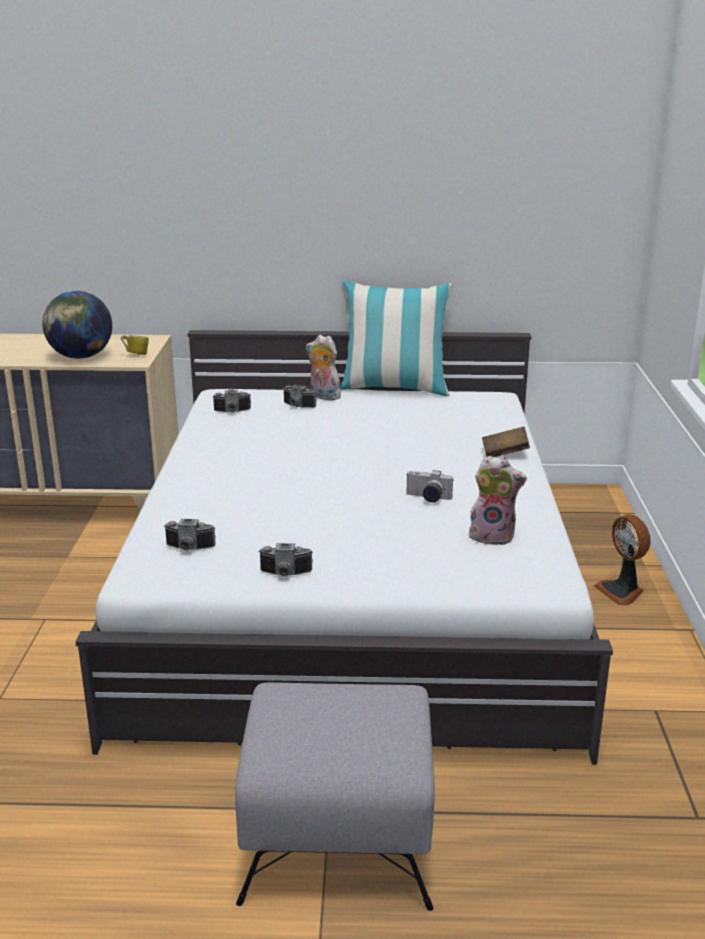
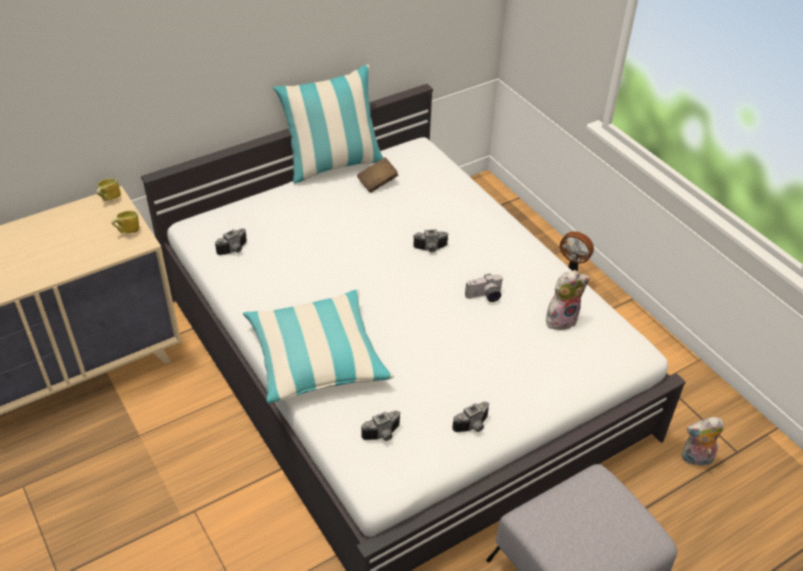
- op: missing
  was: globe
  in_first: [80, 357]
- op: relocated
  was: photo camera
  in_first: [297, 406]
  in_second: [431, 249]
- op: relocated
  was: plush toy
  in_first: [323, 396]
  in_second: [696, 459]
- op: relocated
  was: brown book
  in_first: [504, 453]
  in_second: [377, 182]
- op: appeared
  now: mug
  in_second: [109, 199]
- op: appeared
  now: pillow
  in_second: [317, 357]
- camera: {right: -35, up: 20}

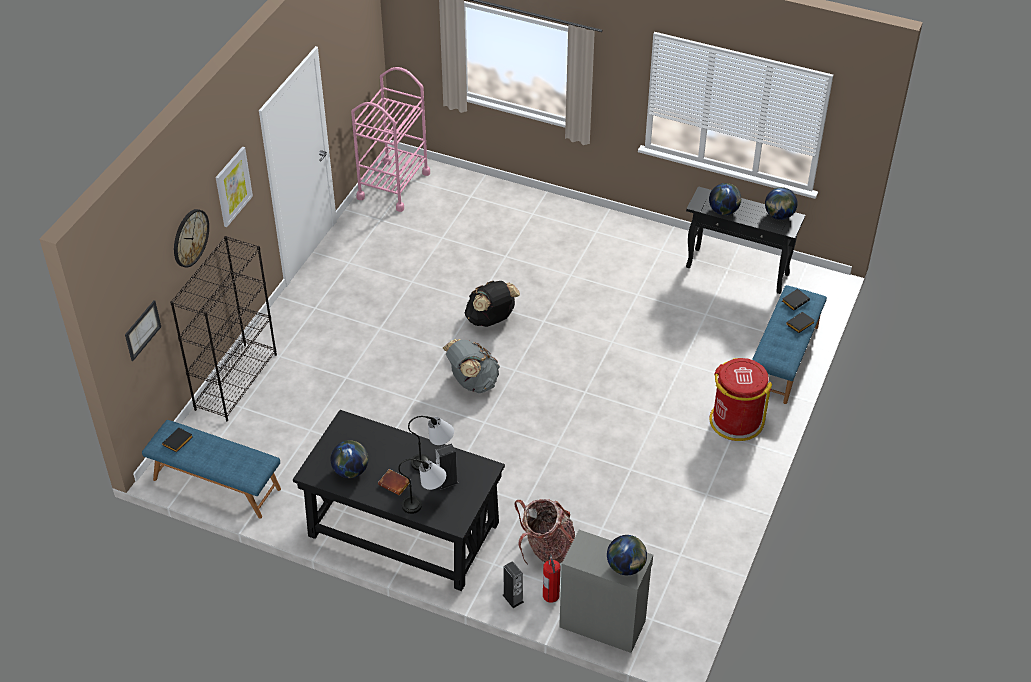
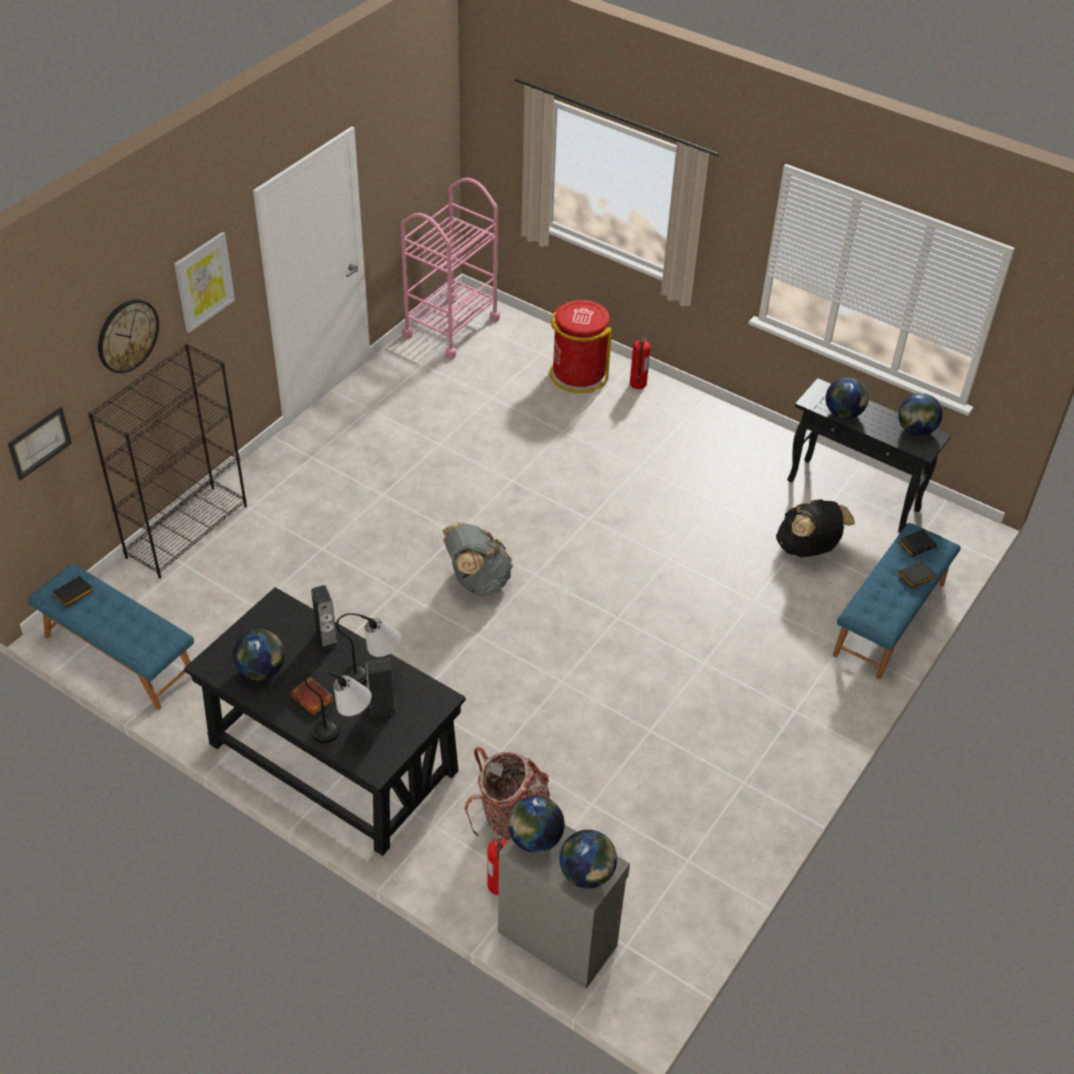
- op: relocated
  was: black backpack
  in_first: [491, 320]
  in_second: [808, 549]
- op: relocated
  was: speaker
  in_first: [513, 598]
  in_second: [326, 638]
- op: relocated
  was: red trash can
  in_first: [736, 421]
  in_second: [578, 374]
- op: appeared
  now: globe
  in_second: [535, 839]
- op: appeared
  now: fire extinguisher
  in_second: [638, 384]
- camera: {right: 10, up: 0}

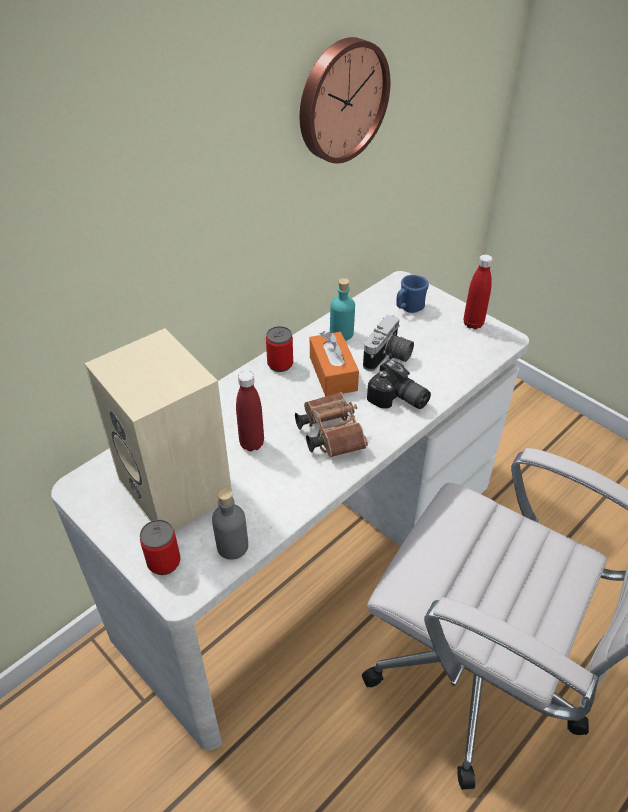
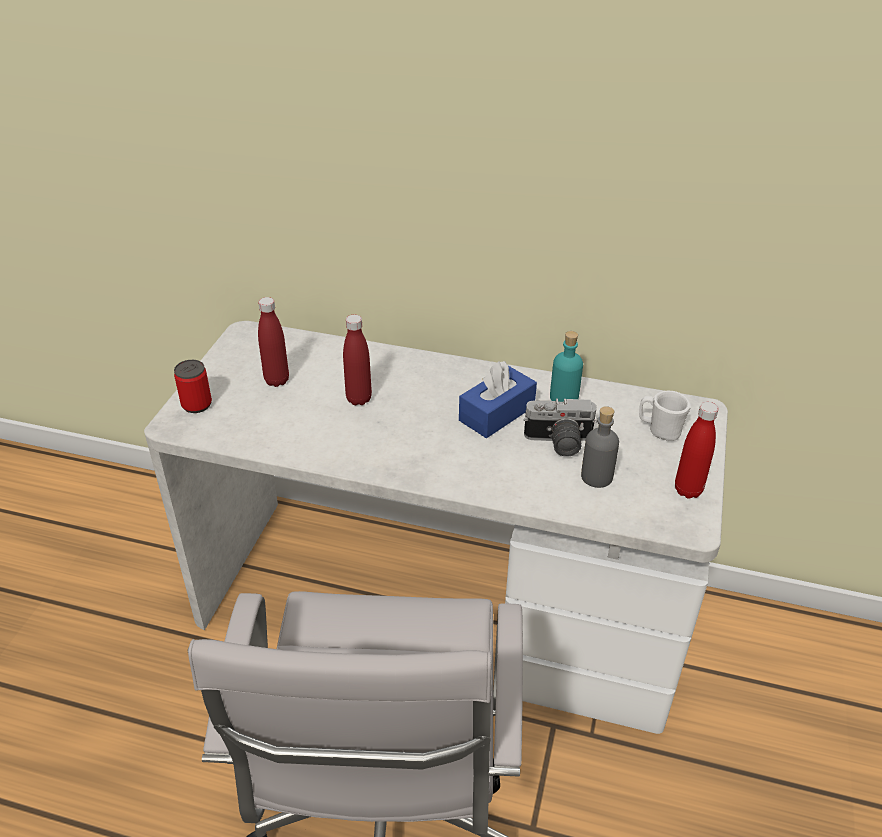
- op: exchanged
  was: beige speaker
  now: red bottle
  in_first: [178, 489]
  in_second: [277, 380]
- op: relocated
  was: grey bottle
  in_first: [232, 546]
  in_second: [596, 476]
- op: missing
  was: can
  in_first: [280, 364]
- op: missing
  was: brown binoculars
  in_first: [329, 433]
- op: missing
  was: wall clock
  in_first: [341, 100]
- op: colour
  was: orange tissue box
  now: blue tissue box
  in_first: [333, 373]
  in_second: [497, 413]
- op: missing
  was: photo camera
  in_first: [398, 400]
- op: colour
  was: blue mug
  now: white mug
  in_first: [409, 308]
  in_second: [659, 430]
- camera: {right: 60, up: -5}

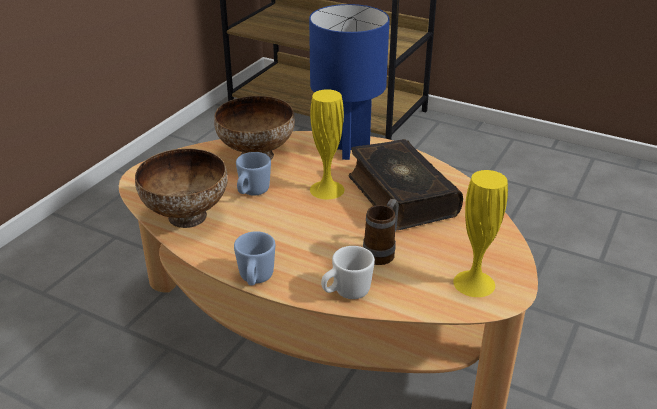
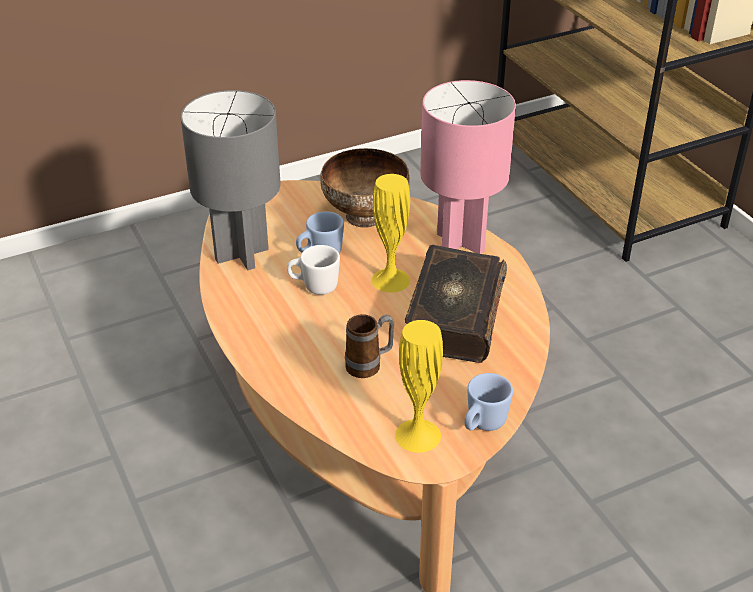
- op: exchanged
  was: bowl
  now: grey table lamp
  in_first: [186, 216]
  in_second: [242, 253]
- op: relocated
  was: blue mug
  in_first: [255, 280]
  in_second: [482, 424]
- op: colour
  was: blue table lamp
  now: pink table lamp
  in_first: [347, 148]
  in_second: [460, 243]
- op: relocated
  was: white mug
  in_first: [346, 293]
  in_second: [314, 286]
- camera: {right: 35, up: 5}

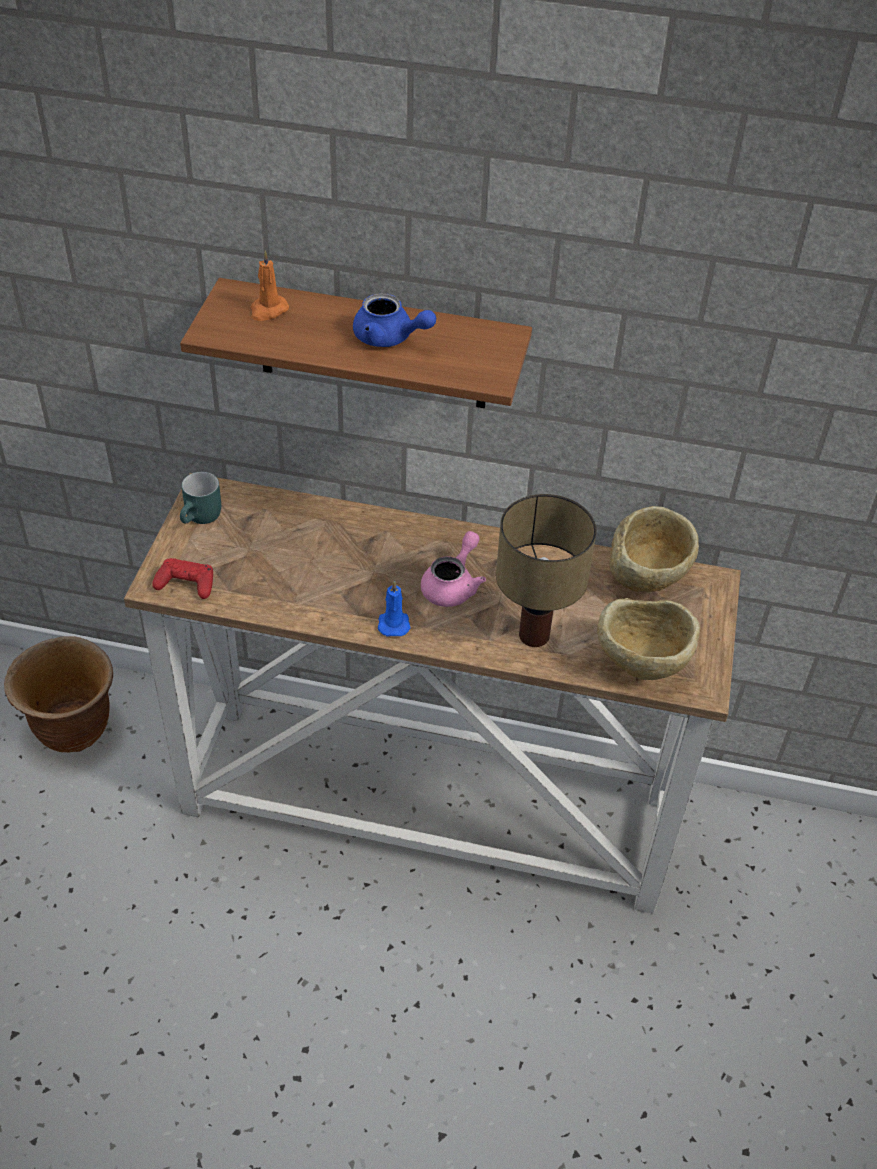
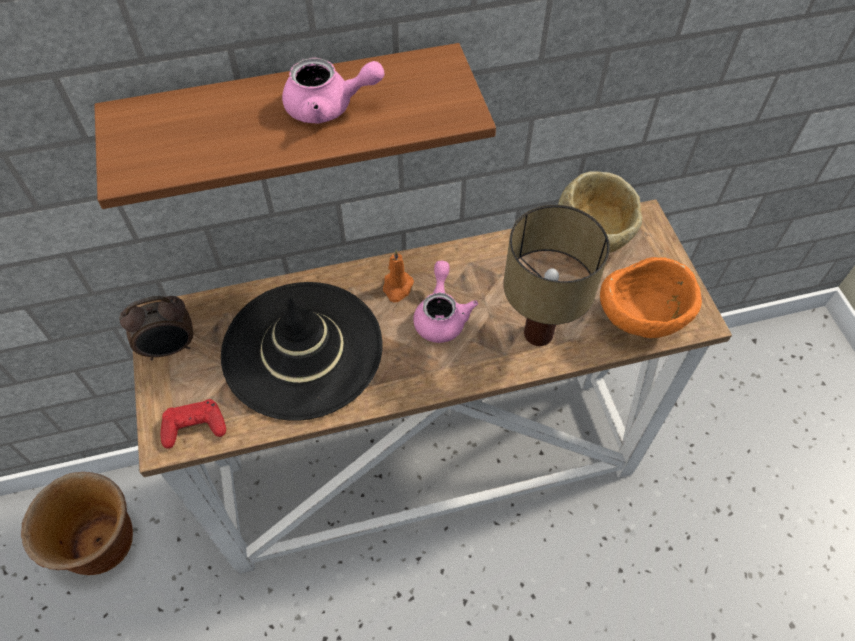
- op: exchanged
  was: turquoise mug
  now: alarm clock
  in_first: [202, 518]
  in_second: [170, 349]
- op: relocated
  was: orange candle
  in_first: [268, 310]
  in_second: [397, 287]
- op: colour
  was: blue teapot
  now: pink teapot
  in_first: [389, 338]
  in_second: [329, 107]
- op: missing
  was: blue candle
  in_first: [393, 623]
- op: colour
  was: beige bowl
  now: orange bowl
  in_first: [641, 665]
  in_second: [639, 321]
- op: appeared
  now: black hat
  in_second: [302, 349]
- camera: {right: -25, up: 10}

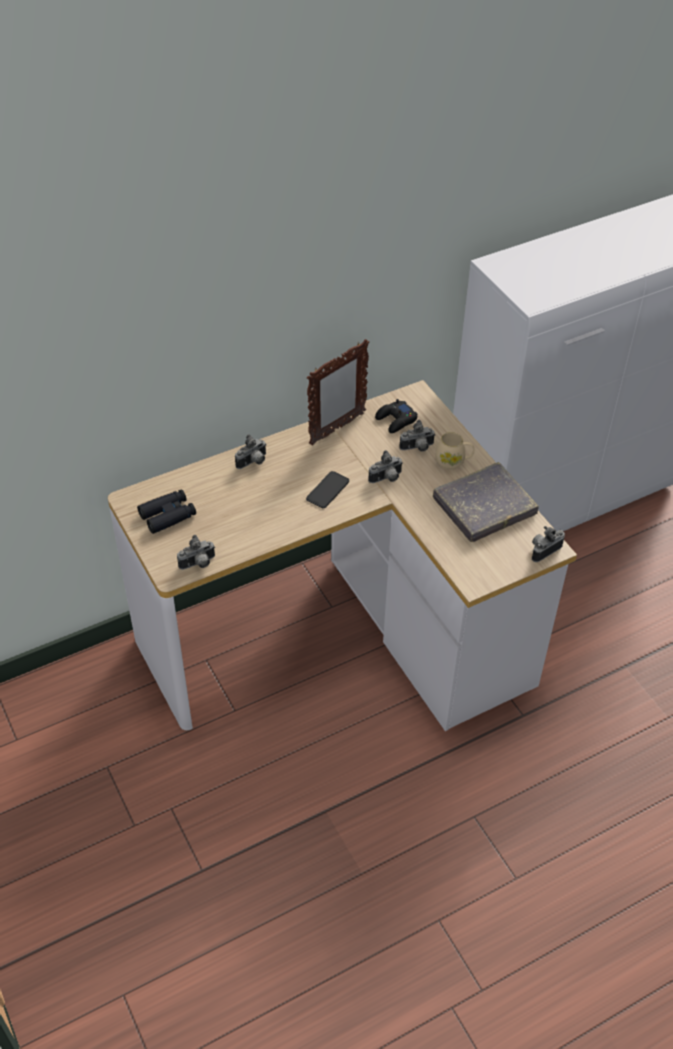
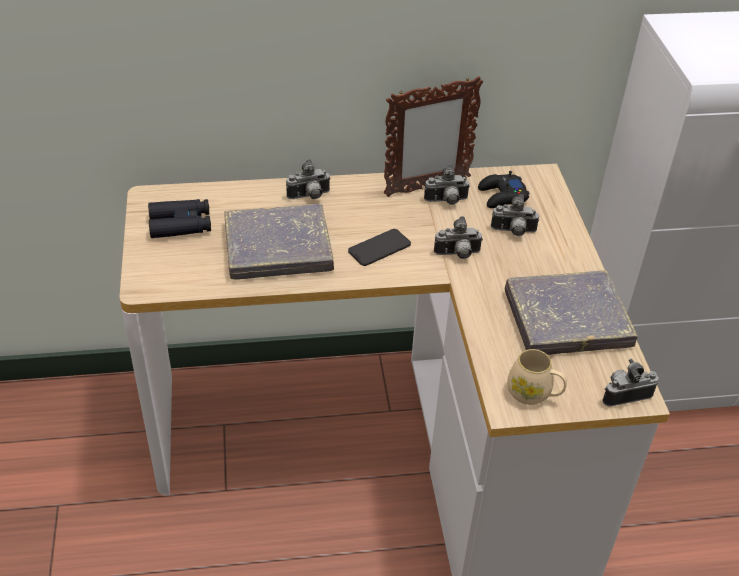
- op: relocated
  was: photo camera
  in_first: [198, 564]
  in_second: [446, 201]
- op: relocated
  was: beige mug
  in_first: [453, 461]
  in_second: [534, 394]
- op: appeared
  now: grey book
  in_second: [278, 248]
- camera: {right: 20, up: -5}

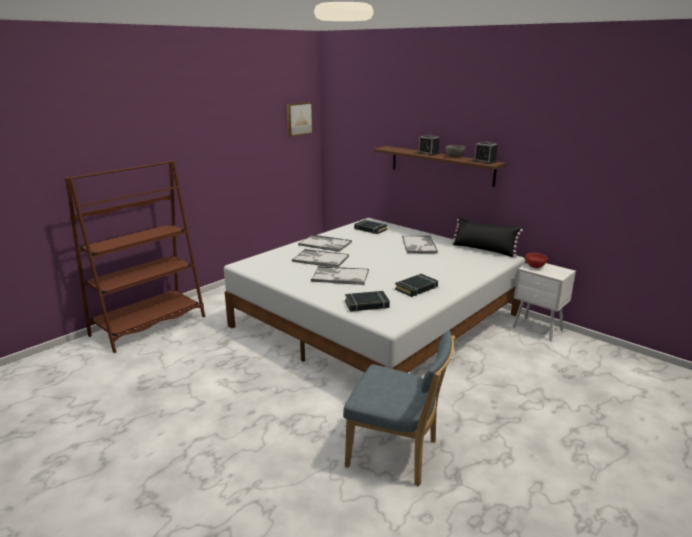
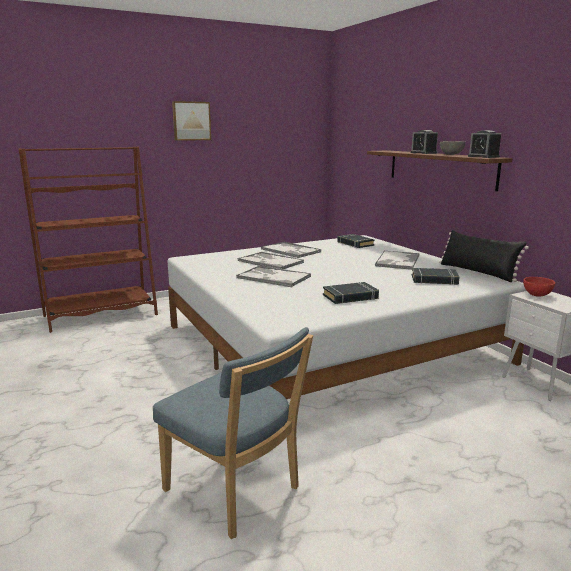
- op: relocated
  was: picture
  in_first: [298, 119]
  in_second: [191, 121]
- op: relocated
  was: black book
  in_first: [367, 304]
  in_second: [434, 280]
- camera: {right: 20, up: -5}

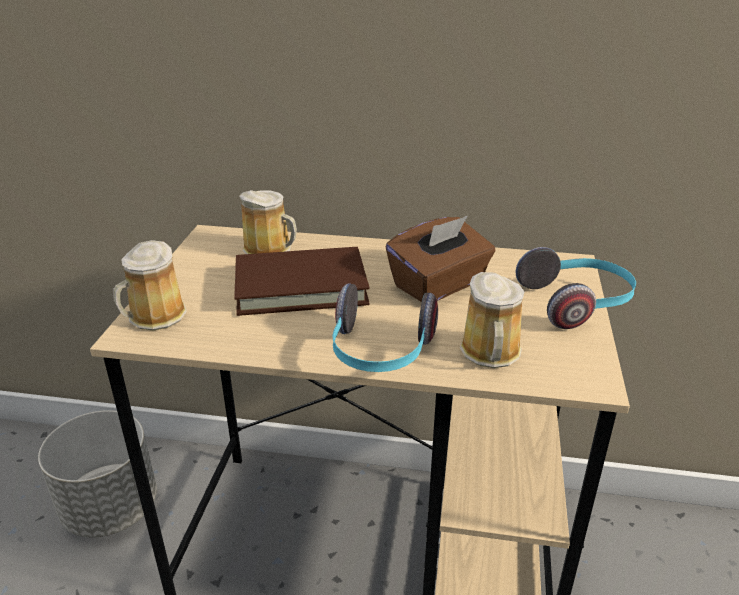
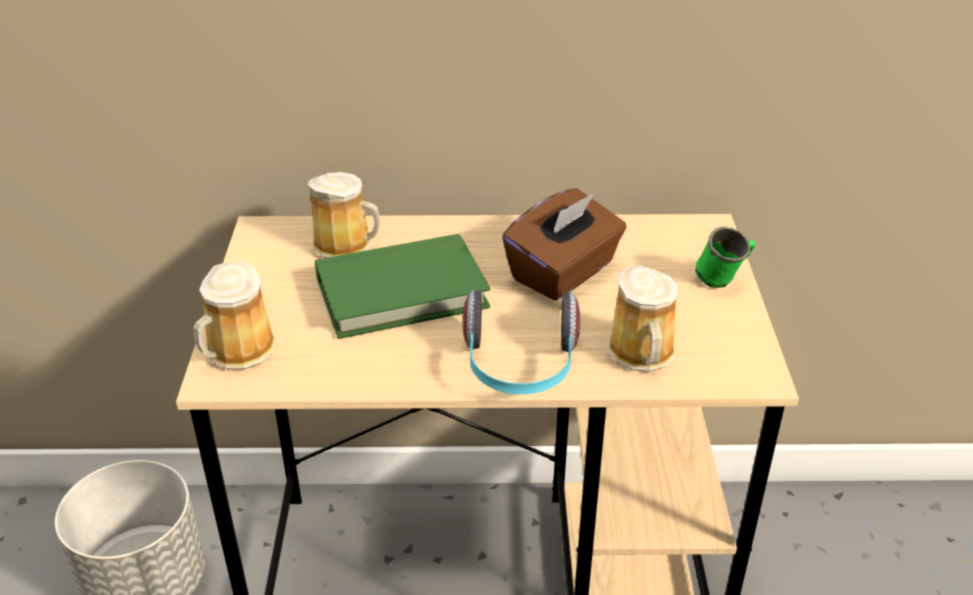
- op: colour
  was: brown book
  now: green book
  in_first: [301, 287]
  in_second: [401, 292]
- op: exchanged
  was: headphones
  now: green mug
  in_first: [577, 303]
  in_second: [723, 281]
- camera: {right: -10, up: 5}

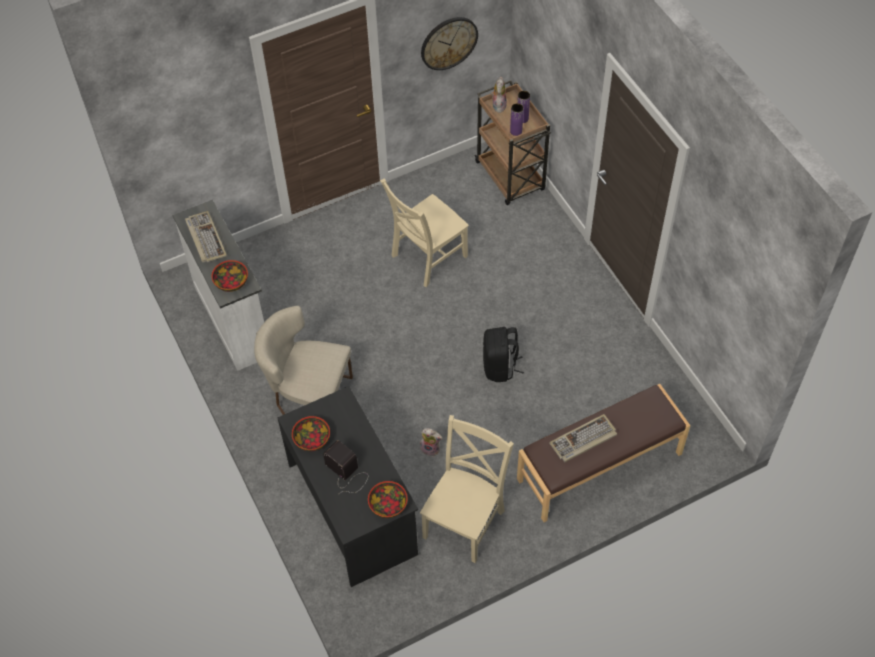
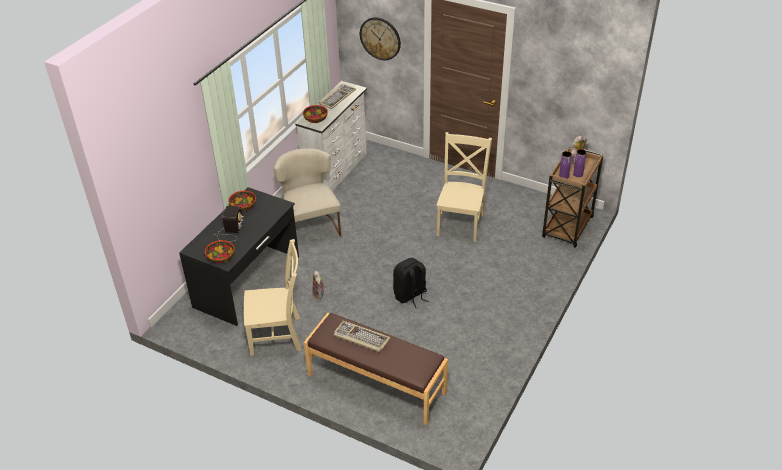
- op: spun
  was: beige chair
  in_first: [426, 257]
  in_second: [461, 223]
  clockwise: 90
- op: relocated
  was: wall clock
  in_first: [448, 43]
  in_second: [380, 38]
- camera: {right: 55, up: -15}

